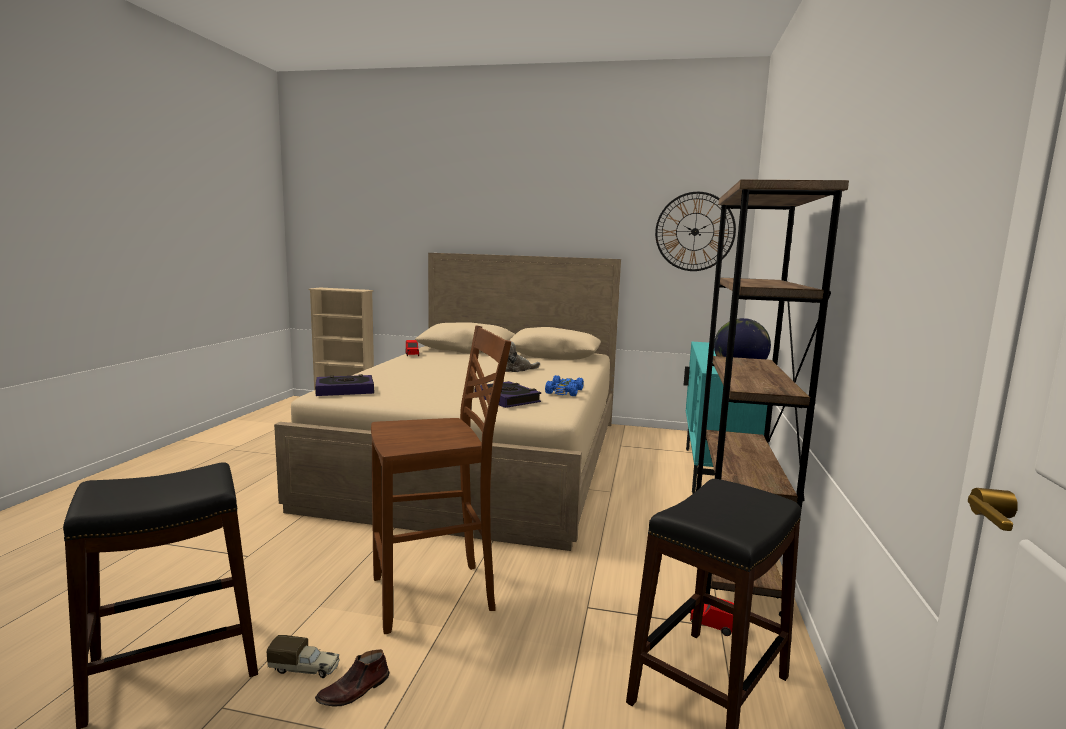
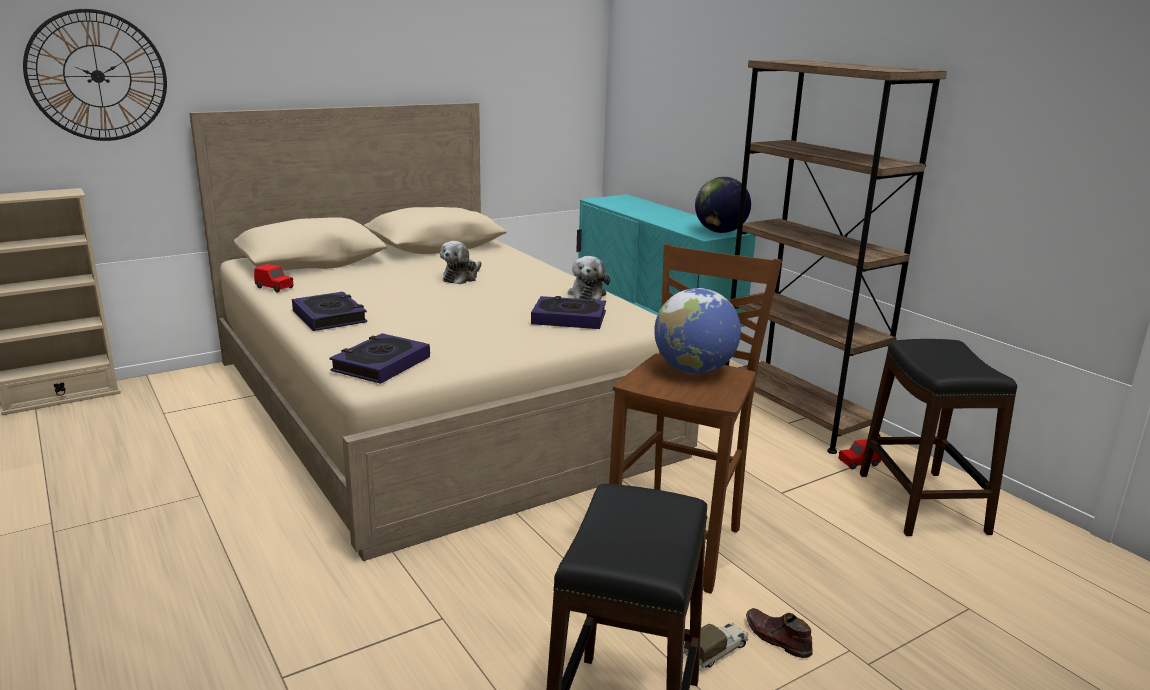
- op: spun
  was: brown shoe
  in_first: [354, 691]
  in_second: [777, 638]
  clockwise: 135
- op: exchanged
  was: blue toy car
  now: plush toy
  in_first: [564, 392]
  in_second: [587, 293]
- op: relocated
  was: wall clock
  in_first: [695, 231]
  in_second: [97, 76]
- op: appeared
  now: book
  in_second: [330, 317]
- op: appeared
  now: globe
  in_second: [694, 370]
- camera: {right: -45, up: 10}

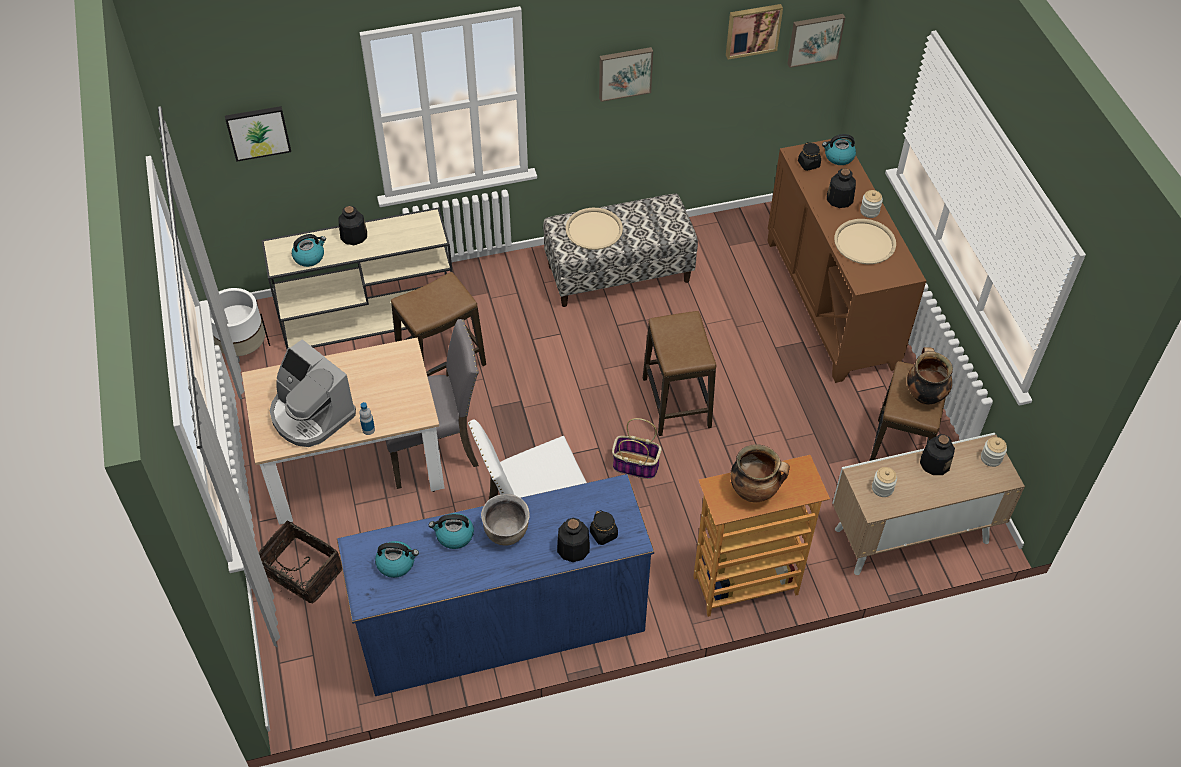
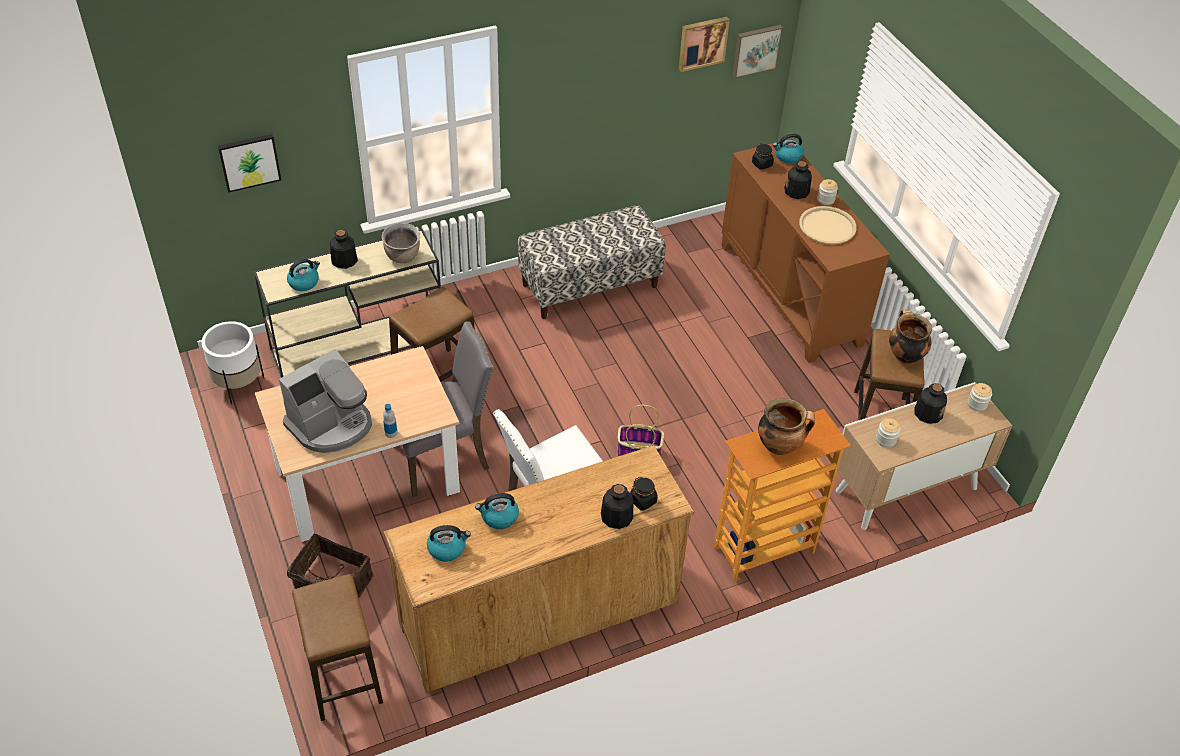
- op: spun
  was: coffee machine
  in_first: [311, 415]
  in_second: [331, 425]
  clockwise: -75
- op: colour
  was: blue dresser
  now: brown dresser
  in_first: [502, 625]
  in_second: [539, 612]
- op: relocated
  was: brown cooking pot
  in_first: [507, 533]
  in_second: [403, 256]
- op: missing
  was: beige tray
  in_first: [594, 230]
- op: missing
  was: picture
  in_first: [624, 72]
- op: relocated
  was: stool
  in_first: [676, 403]
  in_second: [343, 675]
- camera: {right: -10, up: -5}

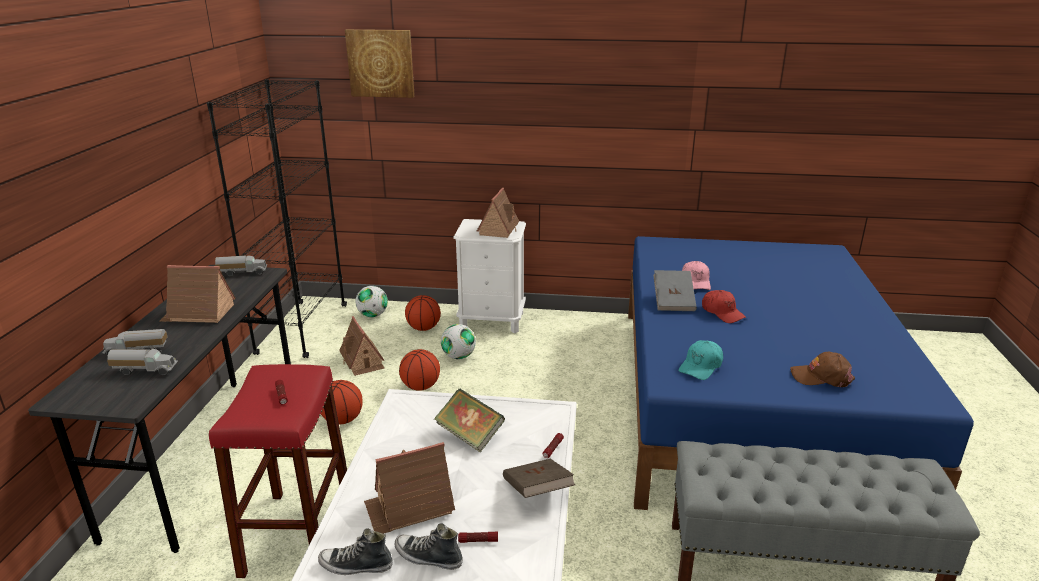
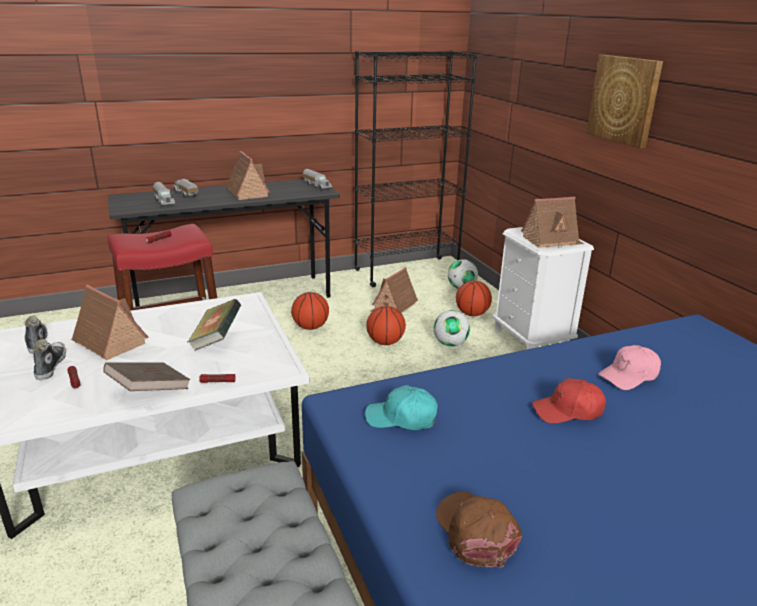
- op: relocated
  was: picture
  in_first: [381, 63]
  in_second: [624, 100]
- op: missing
  was: grey book
  in_first: [673, 302]
- op: spun
  was: red cap
  in_first: [722, 313]
  in_second: [568, 411]
  clockwise: 60
- camera: {right: 60, up: 0}

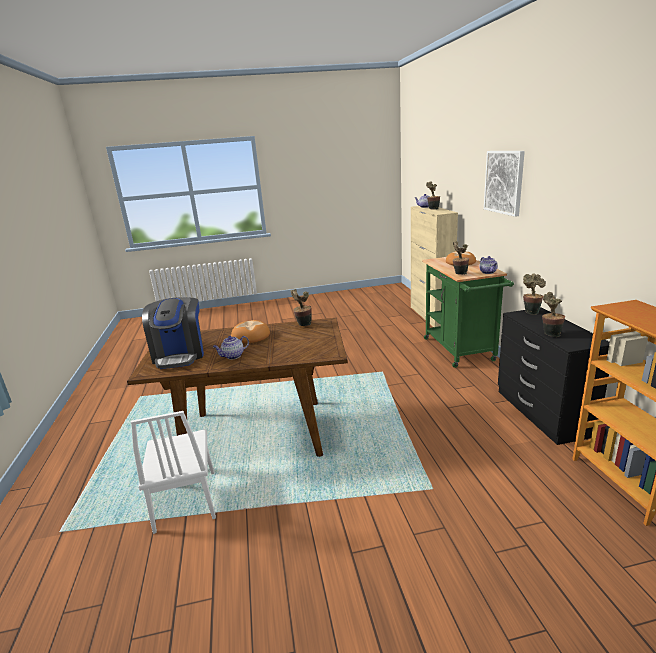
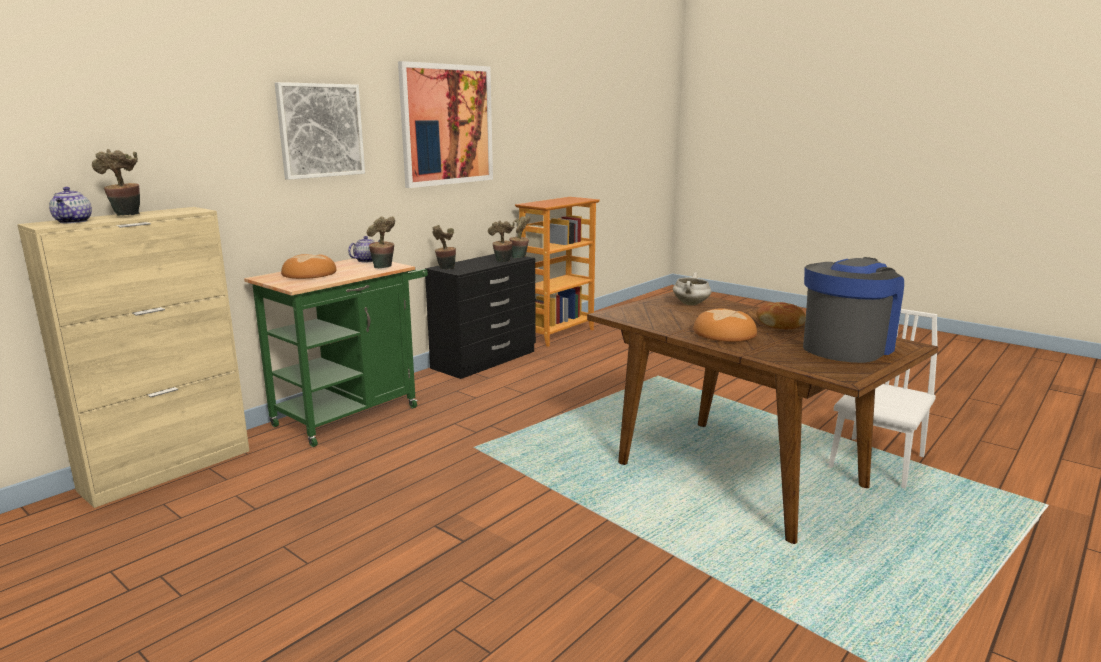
- op: exchanged
  was: teapot
  now: bread
  in_first: [233, 356]
  in_second: [780, 324]
- op: relocated
  was: potted plant
  in_first: [303, 325]
  in_second: [520, 257]
- op: appeared
  now: picture
  in_second: [447, 125]
- op: appeared
  now: white cooking pot
  in_second: [691, 304]
- camera: {right: -130, up: -5}

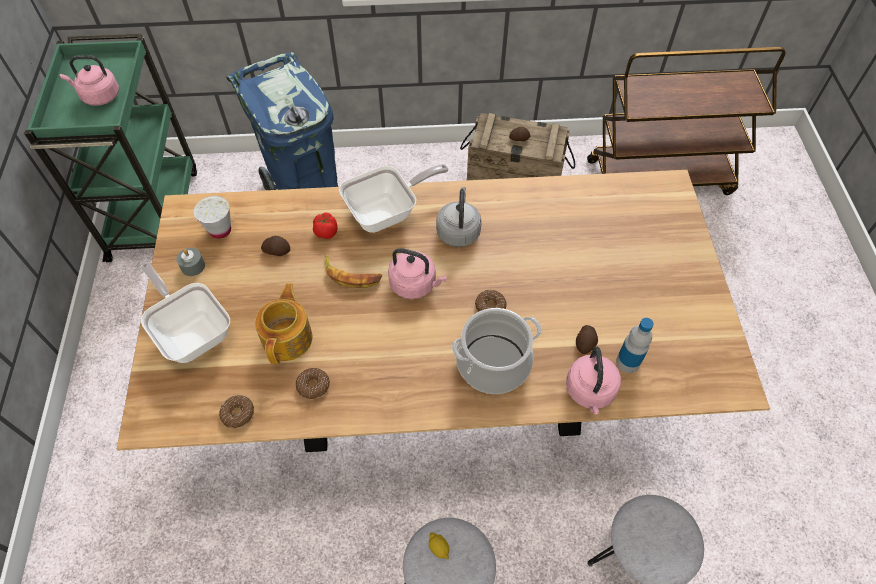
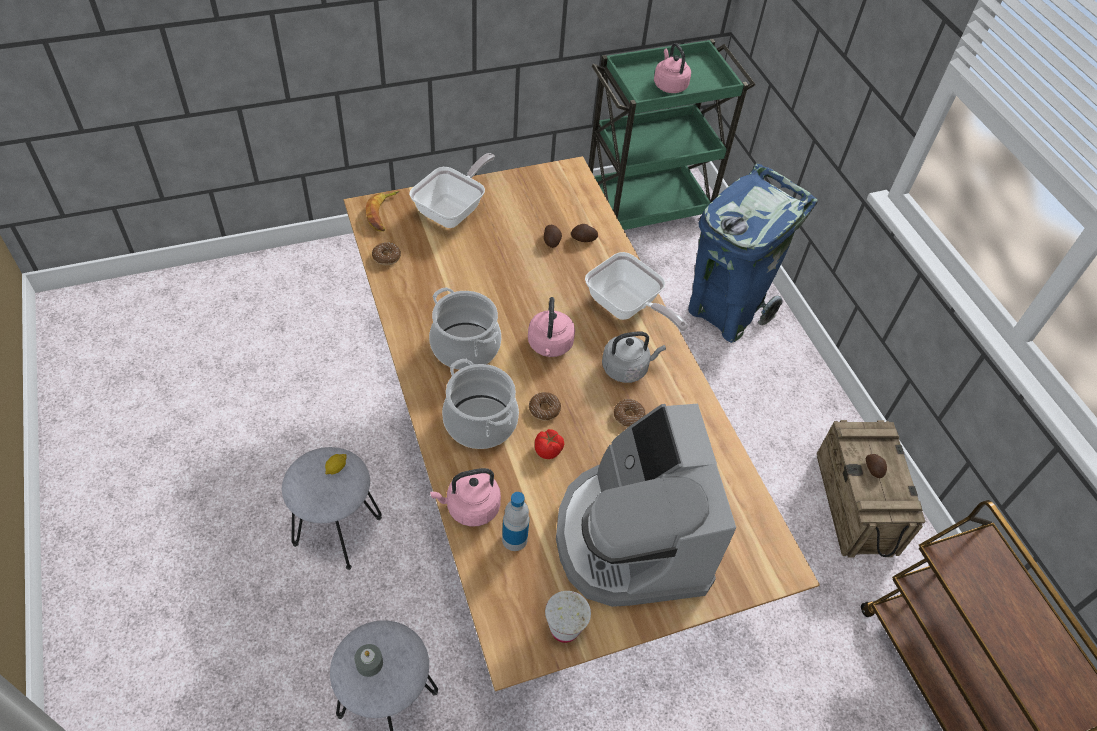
- op: relocated
  was: grey candle
  in_first: [193, 266]
  in_second: [369, 663]
- op: relocated
  was: white cup
  in_first: [220, 230]
  in_second: [564, 629]
- op: missing
  was: teapot
  in_first: [288, 338]
- op: relocated
  was: donut
  in_first: [313, 386]
  in_second: [628, 416]
- op: relocated
  was: tomato
  in_first: [326, 231]
  in_second: [548, 450]
- op: relocated
  was: banana
  in_first: [351, 274]
  in_second: [383, 214]
- op: relocated
  was: potato
  in_first: [585, 343]
  in_second: [583, 239]
- op: appeared
  now: cooking pot
  in_second: [465, 346]
- op: appeared
  now: coffee machine
  in_second: [631, 538]
- camera: {right: 70, up: -5}

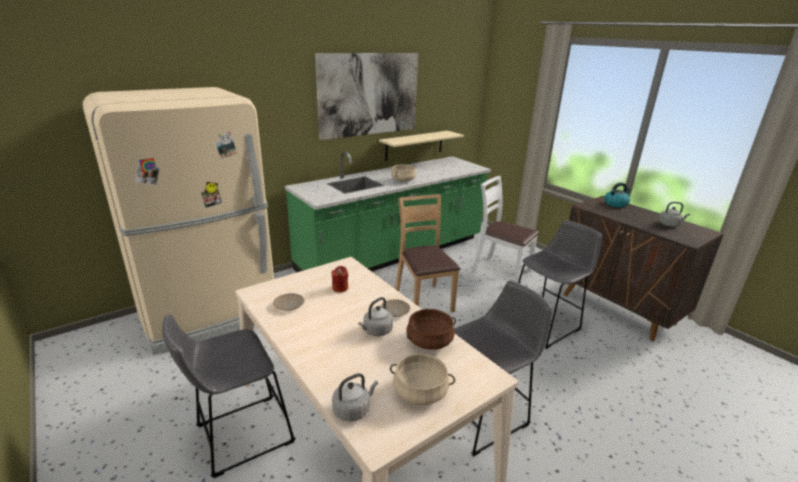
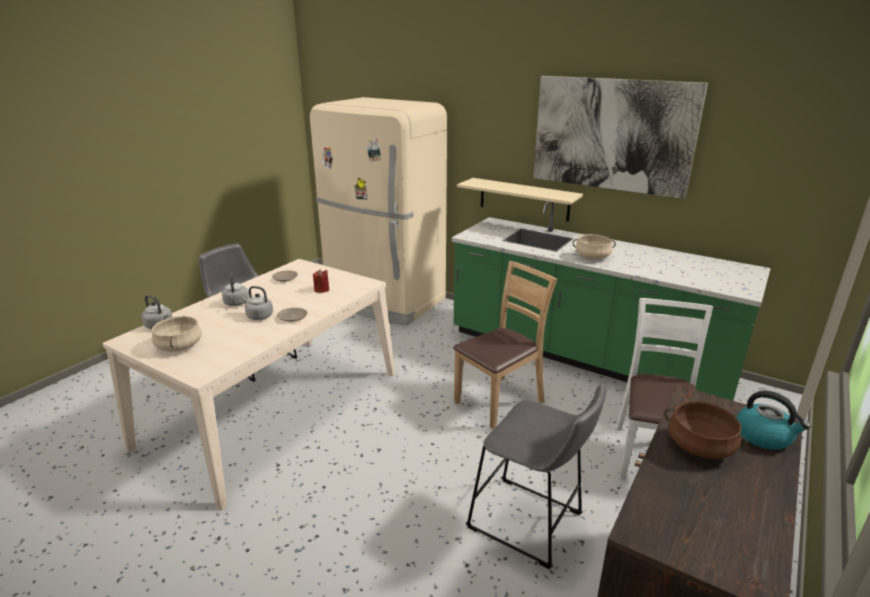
- op: relocated
  was: beige shelf
  in_first: [414, 145]
  in_second: [524, 199]
- op: relocated
  was: brown cooking pot
  in_first: [429, 341]
  in_second: [699, 446]
- op: missing
  was: grey stool
  in_first: [484, 415]
- op: relocated
  was: grey kettle
  in_first: [670, 224]
  in_second: [236, 303]
- camera: {right: 70, up: 0}

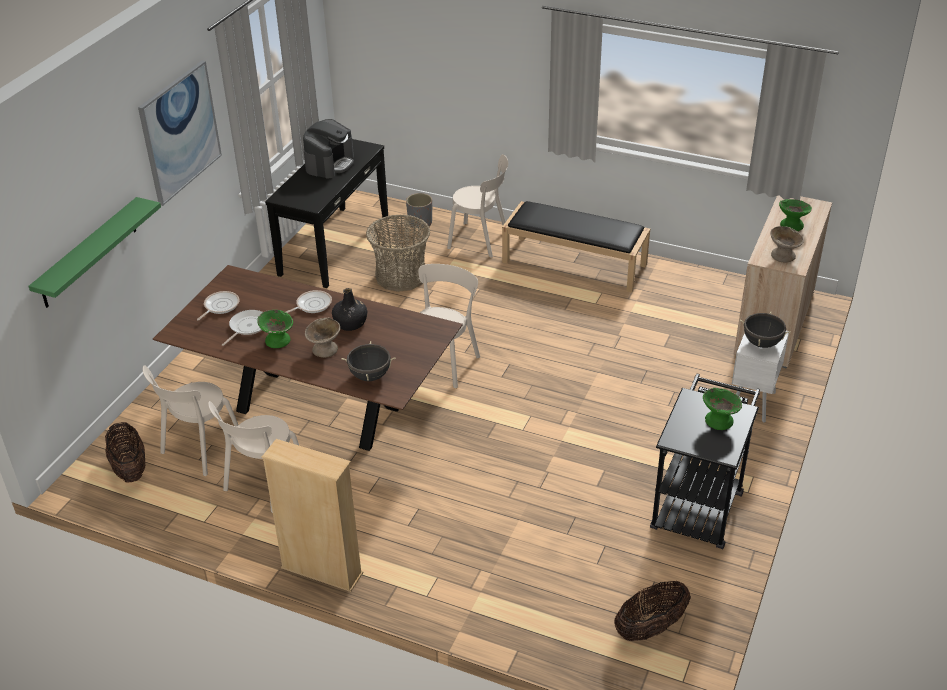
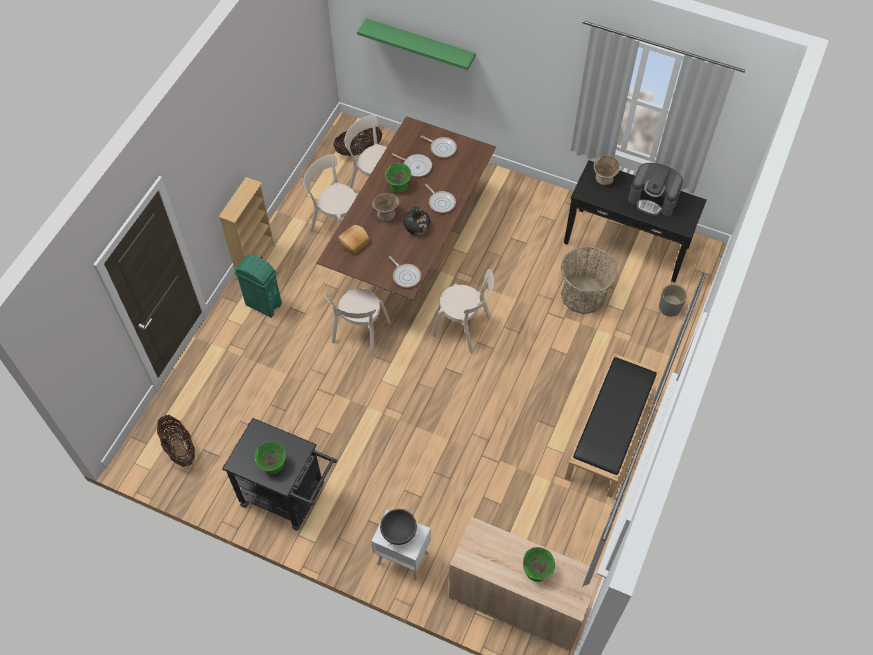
- op: missing
  was: picture
  in_first: [180, 132]
- op: exchanged
  was: black cooking pot
  now: bread
  in_first: [370, 376]
  in_second: [353, 242]
- op: relocated
  was: beige chair
  in_first: [481, 240]
  in_second: [360, 334]
- op: relocated
  was: beige bowl
  in_first: [783, 256]
  in_second: [604, 178]
- op: appeared
  now: green trash can
  in_second: [263, 304]
- op: appeared
  now: frying pan
  in_second: [406, 275]
- camera: {right: 90, up: 20}

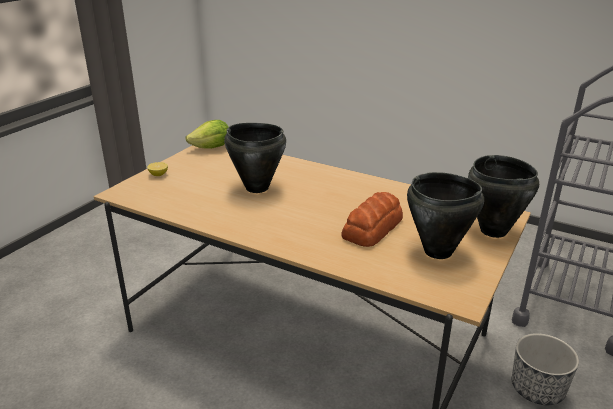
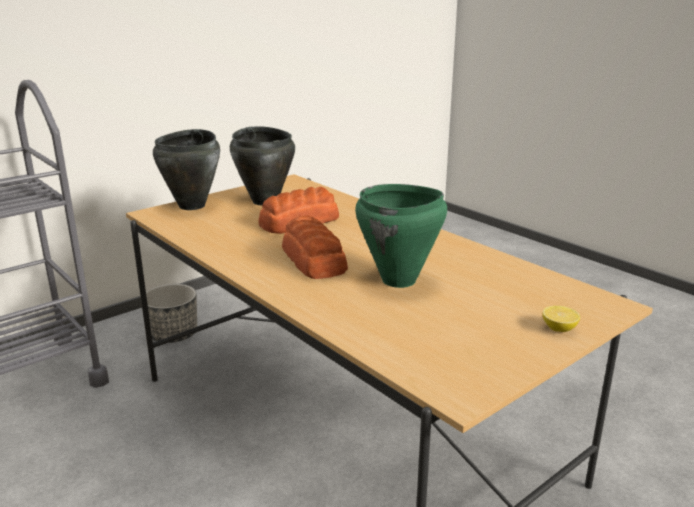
- op: missing
  was: lettuce
  in_first: [212, 148]
- op: colour
  was: black cooking pot
  now: green cooking pot
  in_first: [256, 187]
  in_second: [399, 280]
- op: appeared
  now: bread
  in_second: [313, 260]
- camera: {right: -160, up: -5}

